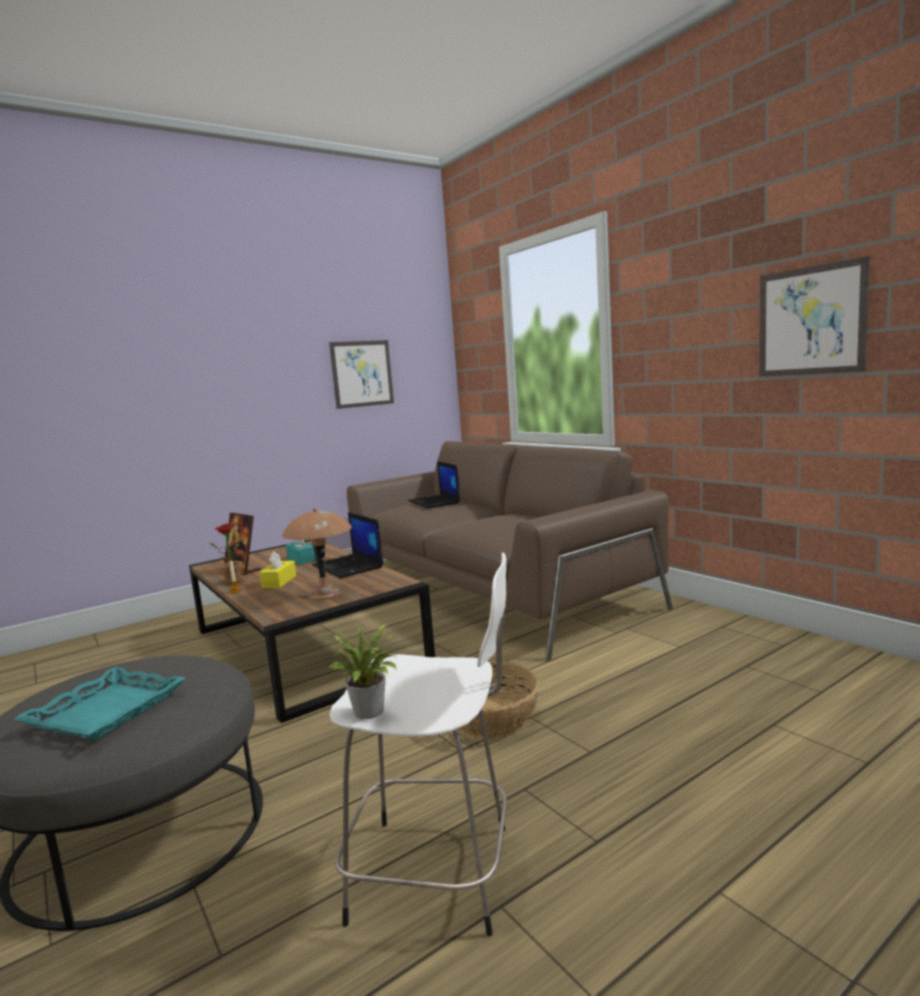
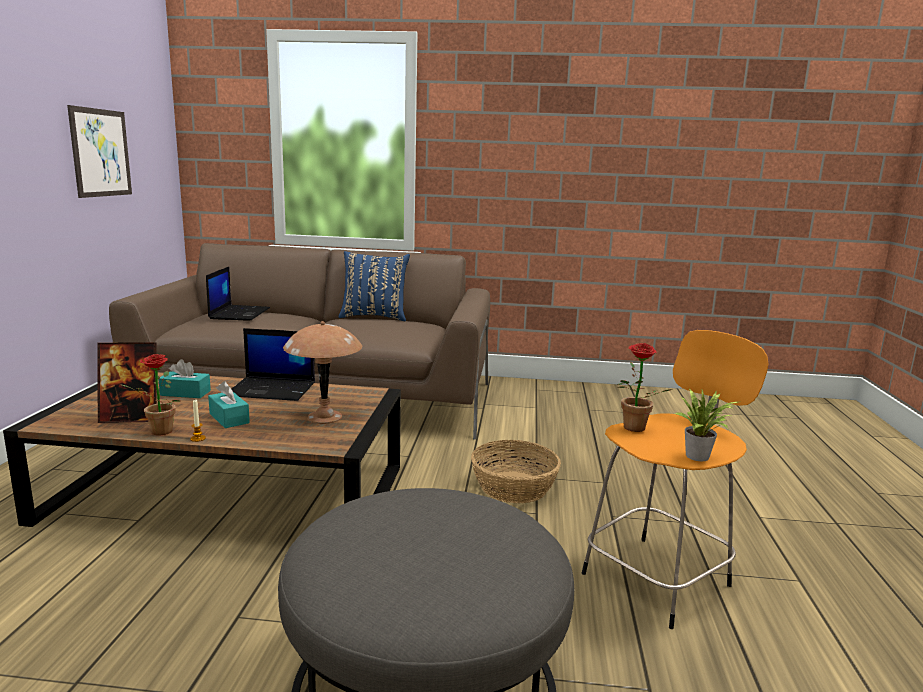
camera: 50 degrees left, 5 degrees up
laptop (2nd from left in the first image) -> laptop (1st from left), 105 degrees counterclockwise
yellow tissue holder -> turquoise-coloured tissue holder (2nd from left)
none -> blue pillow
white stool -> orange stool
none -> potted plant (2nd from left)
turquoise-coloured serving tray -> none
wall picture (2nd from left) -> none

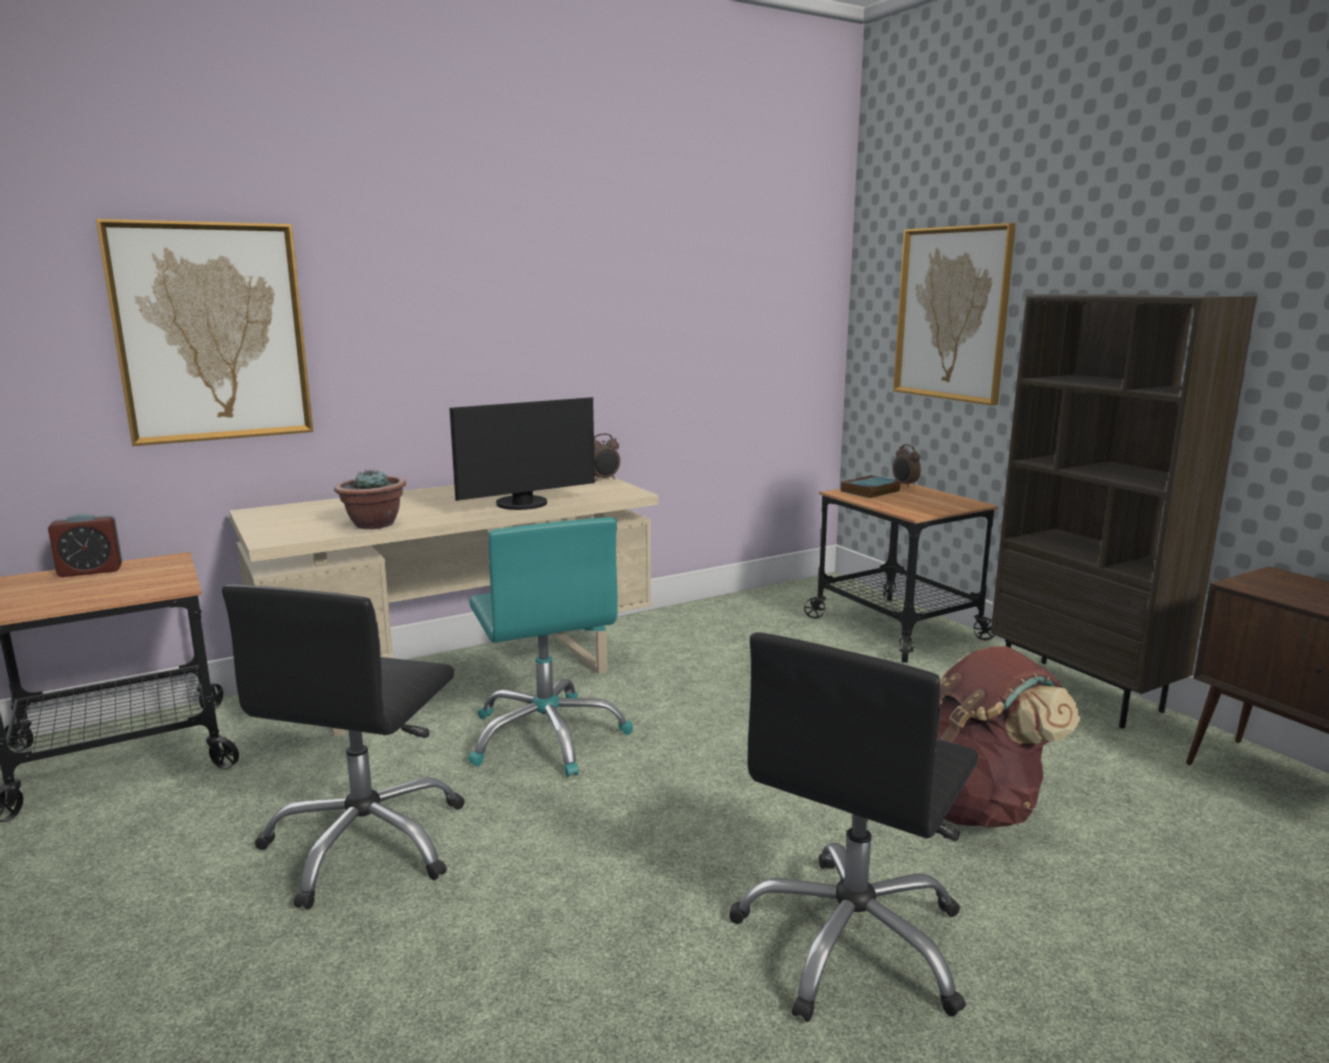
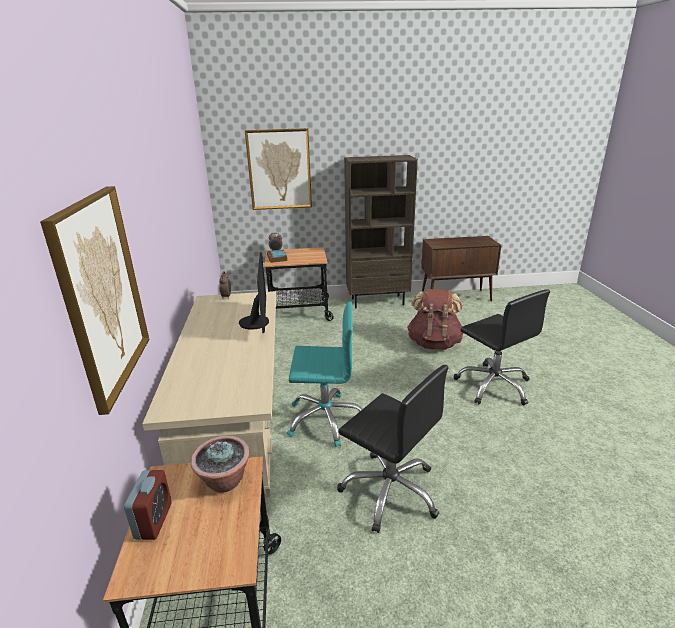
camera: 65 degrees left, 10 degrees up
potted plant, moved

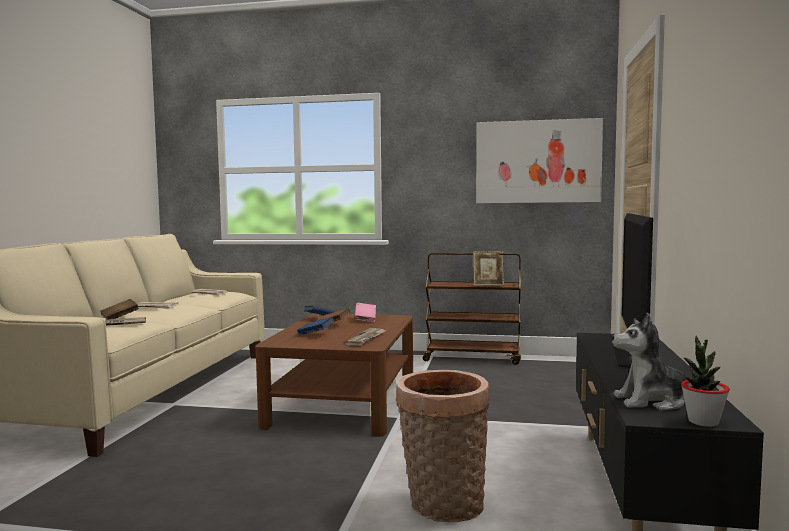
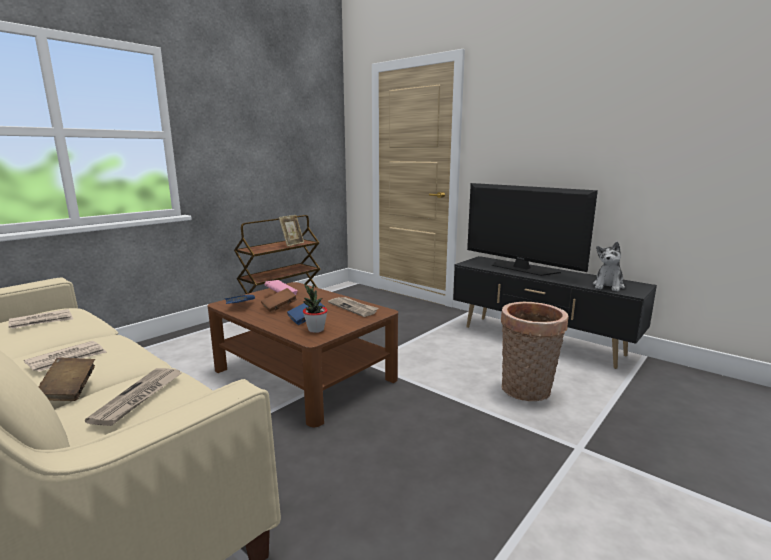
camera: 60 degrees left, 10 degrees up
potted plant, moved
wall picture -> none

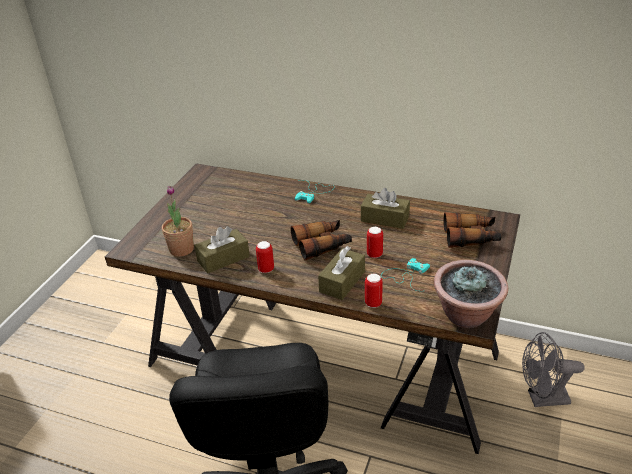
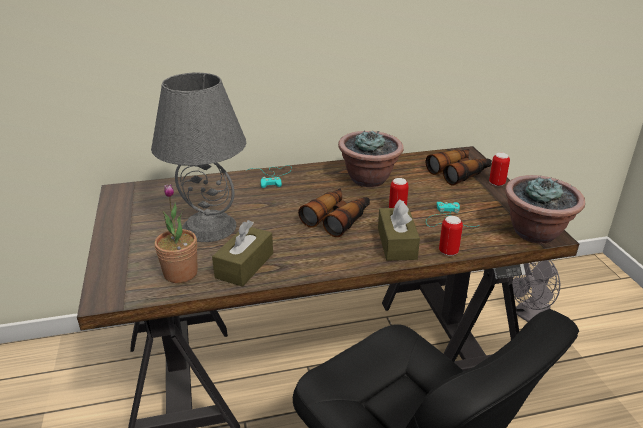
camera: 35 degrees left, 5 degrees down
none -> grey lamp for a table
brown tissue holder (3rd from left) -> potted plant (2nd from left)
can (1st from left in the first image) -> can (3rd from left), moved

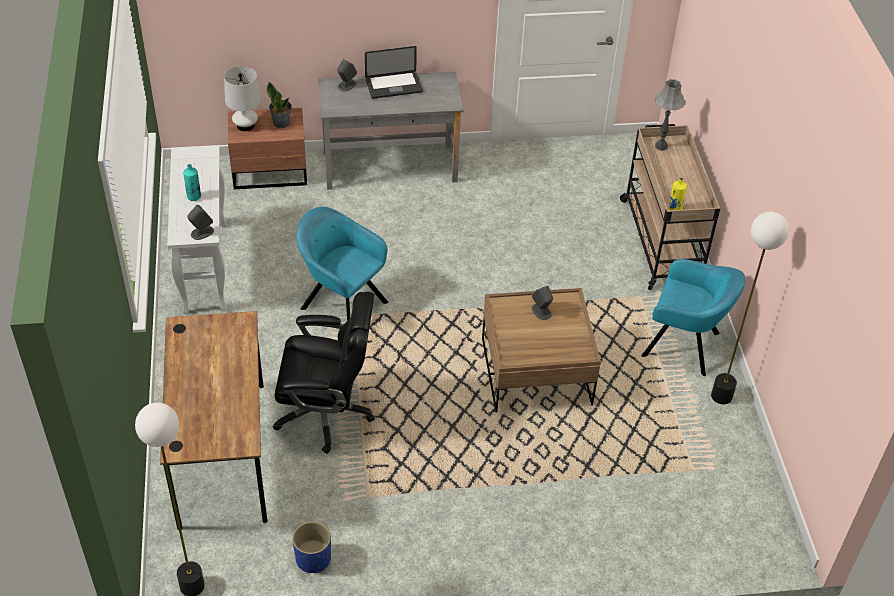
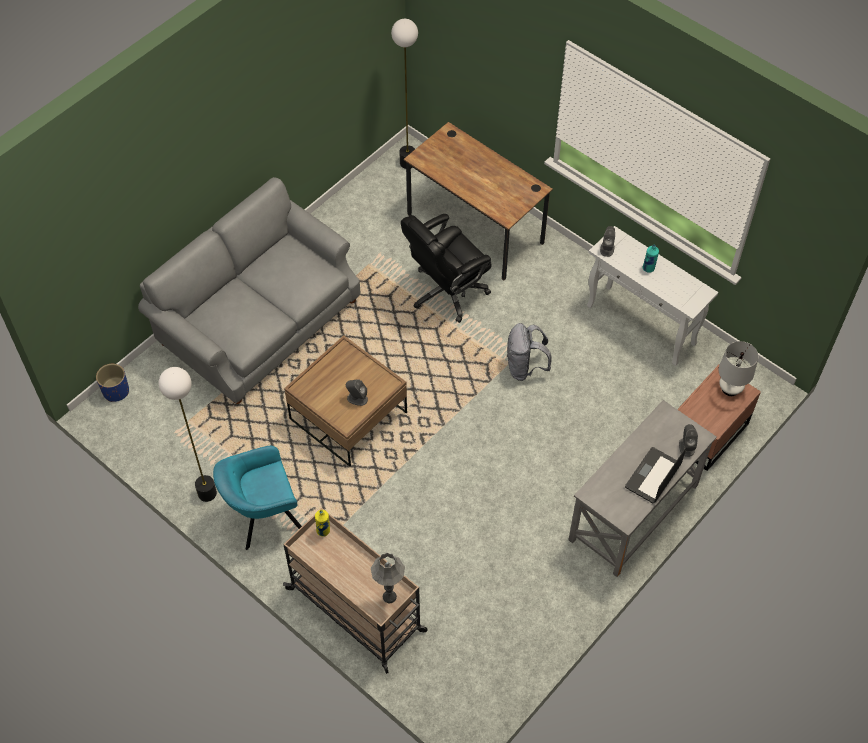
camera: 140 degrees right, 10 degrees up
blue planter, moved
none -> grey settee
turquoise-coloured easy chair (1st from left) -> grey backpack
potted plant -> none

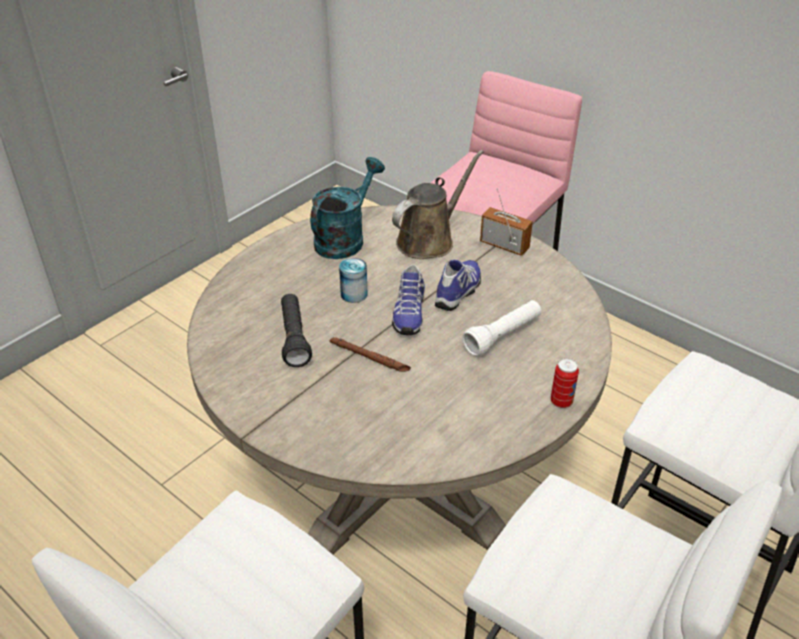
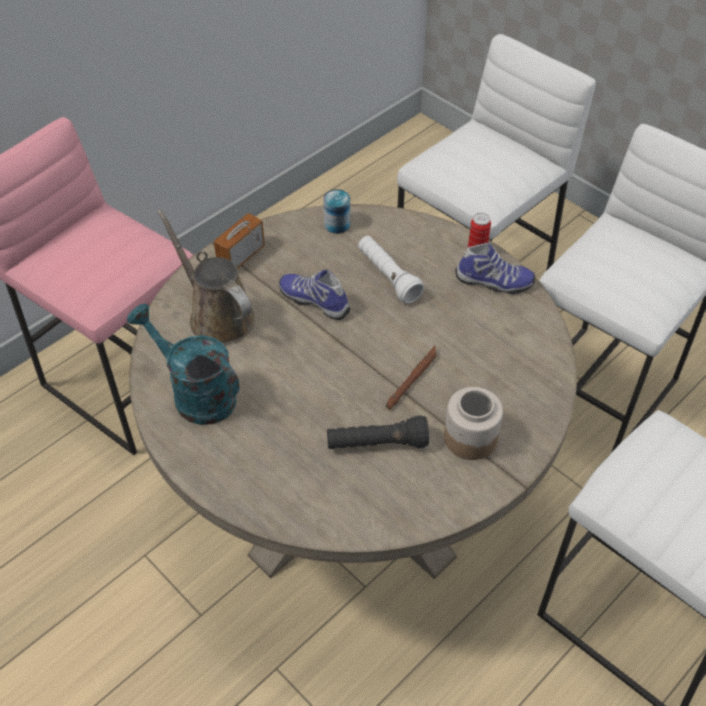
camera: 85 degrees left, 10 degrees up
can (1st from left), moved
none -> jar
shoe (1st from left in the first image) -> shoe (2nd from left), moved

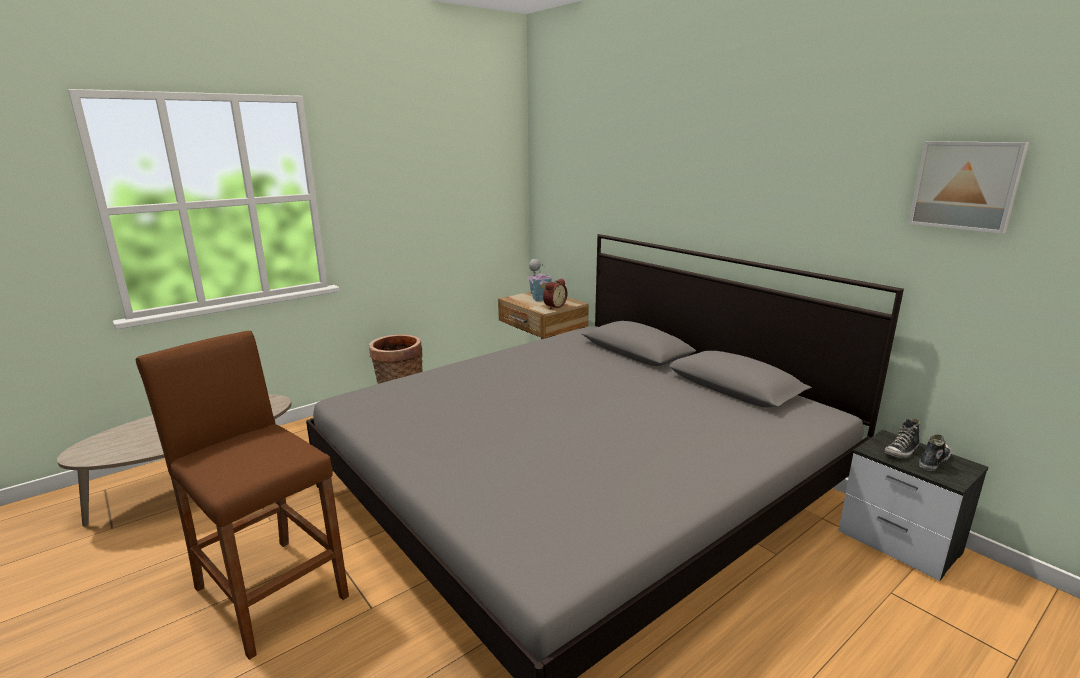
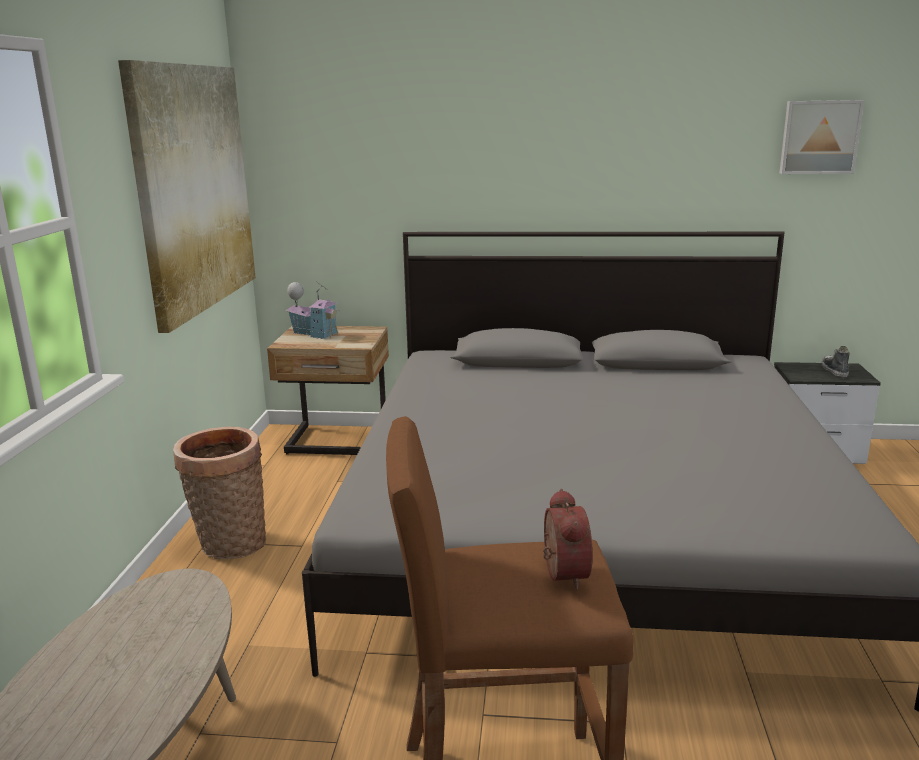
camera: 45 degrees left, 0 degrees up
none -> wall picture (1st from left)
alarm clock, moved
shoe (1st from left) -> none

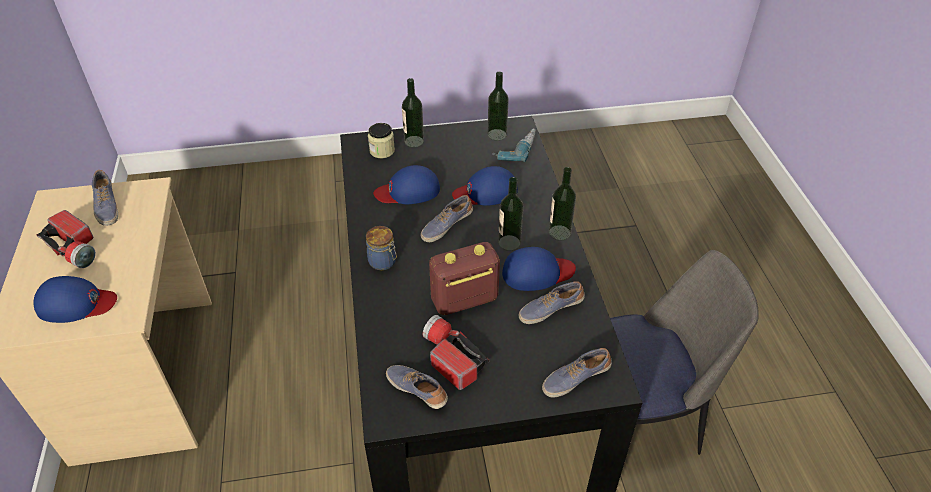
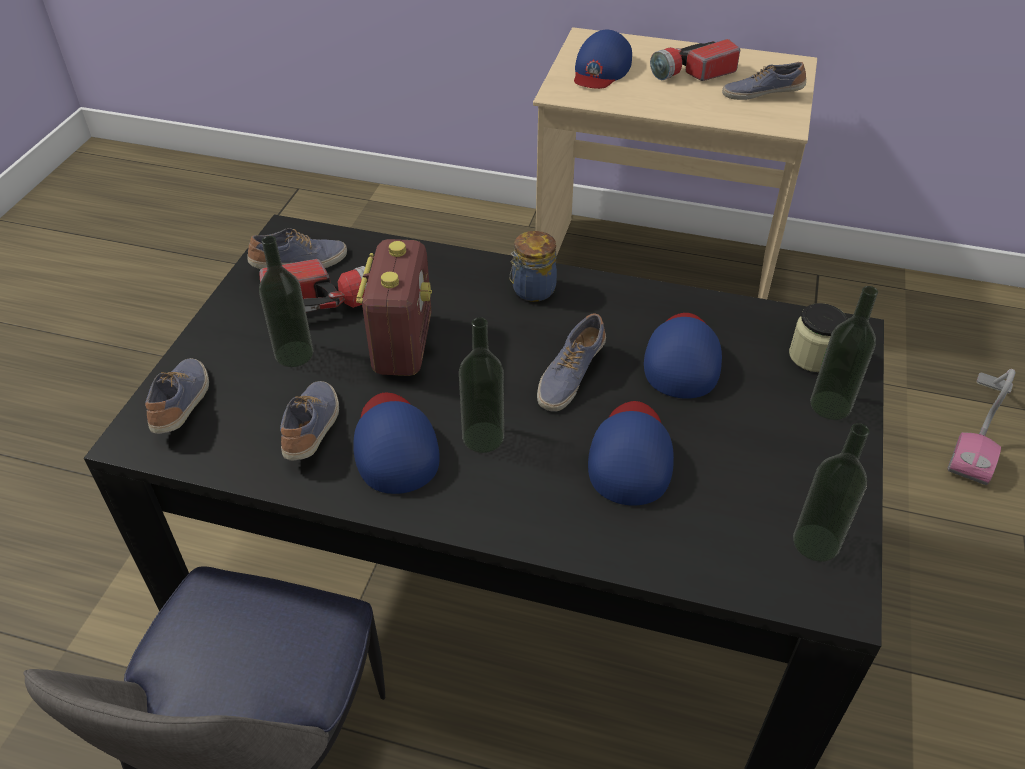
camera: 115 degrees right, 0 degrees up
bottle (4th from left in the first image) -> bottle (1st from left), moved
blue cap (4th from left in the first image) -> blue cap (1st from left), 150 degrees clockwise
shoe (3rd from left in the first image) -> shoe (4th from left), 135 degrees counterclockwise
none -> hoover
power drill -> none

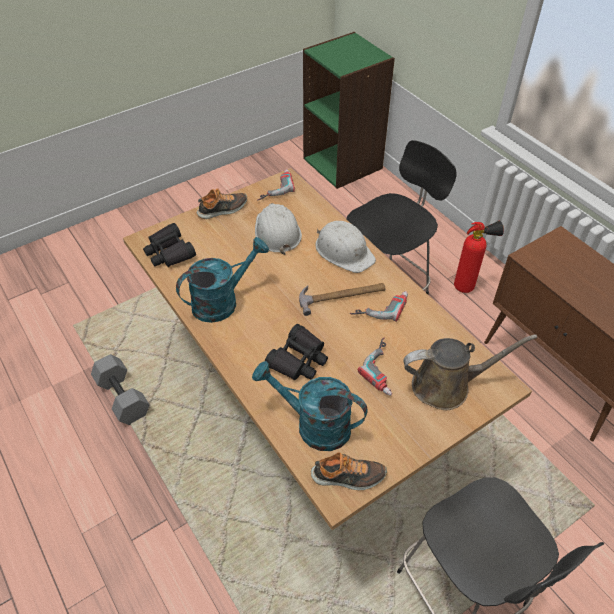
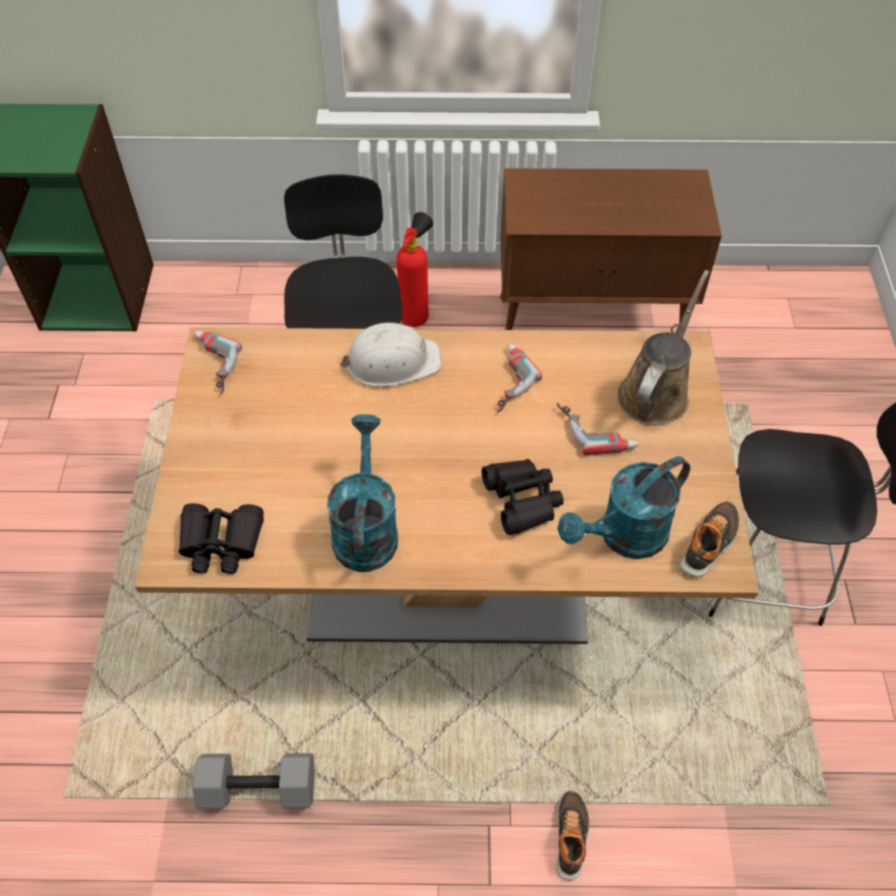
camera: 55 degrees left, 5 degrees up
shoe (1st from left), moved
white safety helmet (1st from left) -> none
tool hammer -> none

